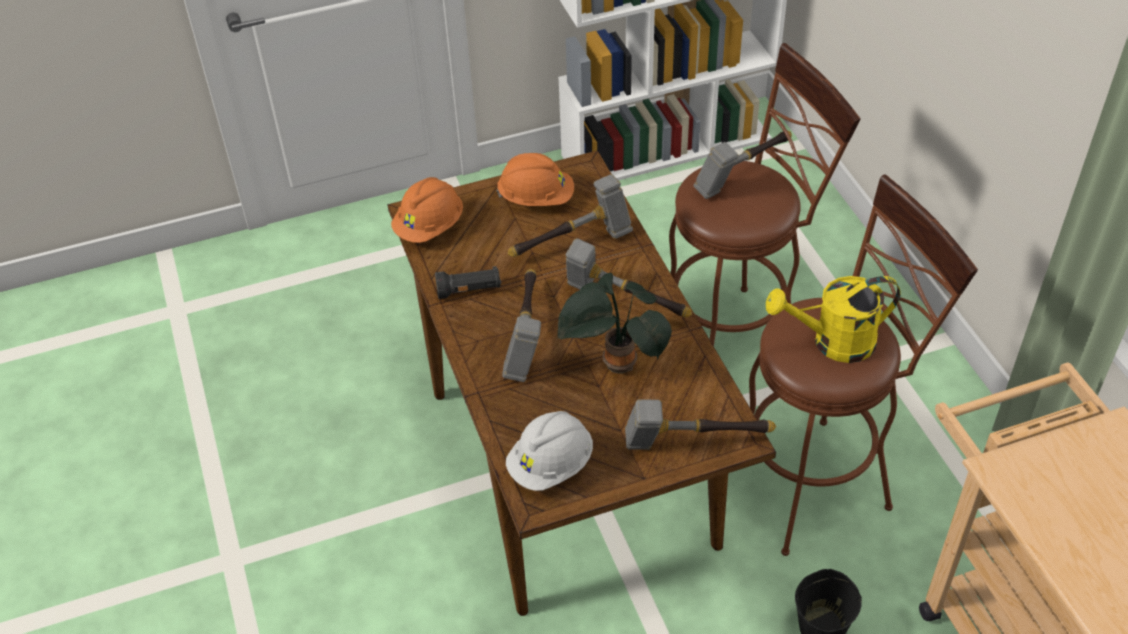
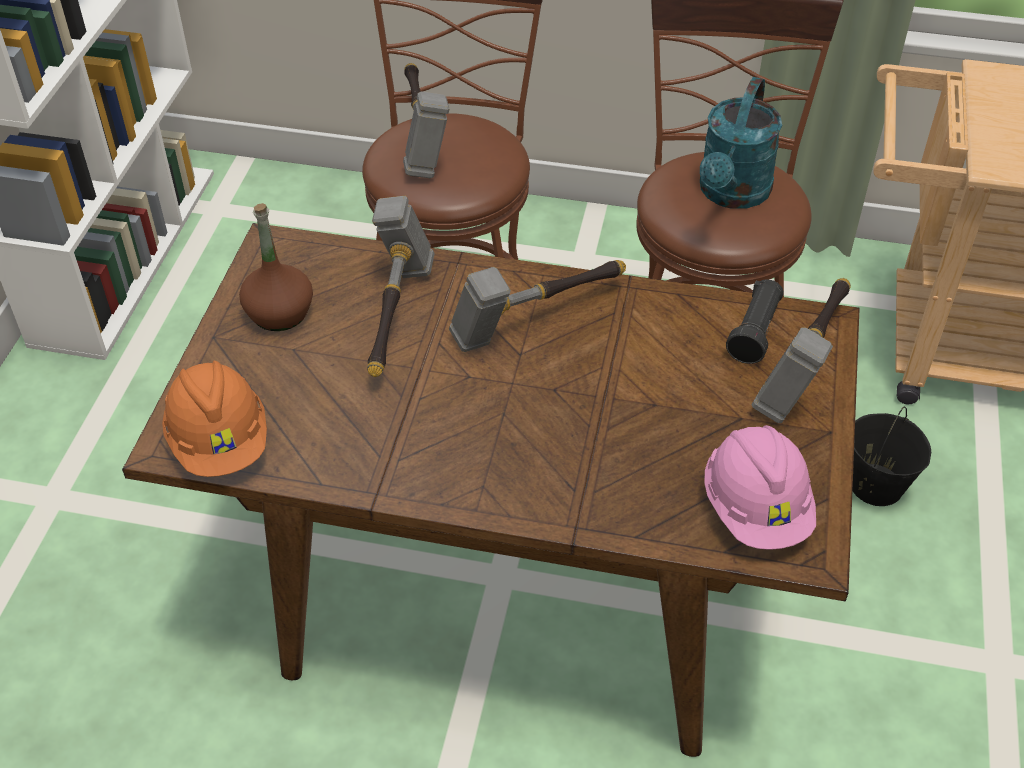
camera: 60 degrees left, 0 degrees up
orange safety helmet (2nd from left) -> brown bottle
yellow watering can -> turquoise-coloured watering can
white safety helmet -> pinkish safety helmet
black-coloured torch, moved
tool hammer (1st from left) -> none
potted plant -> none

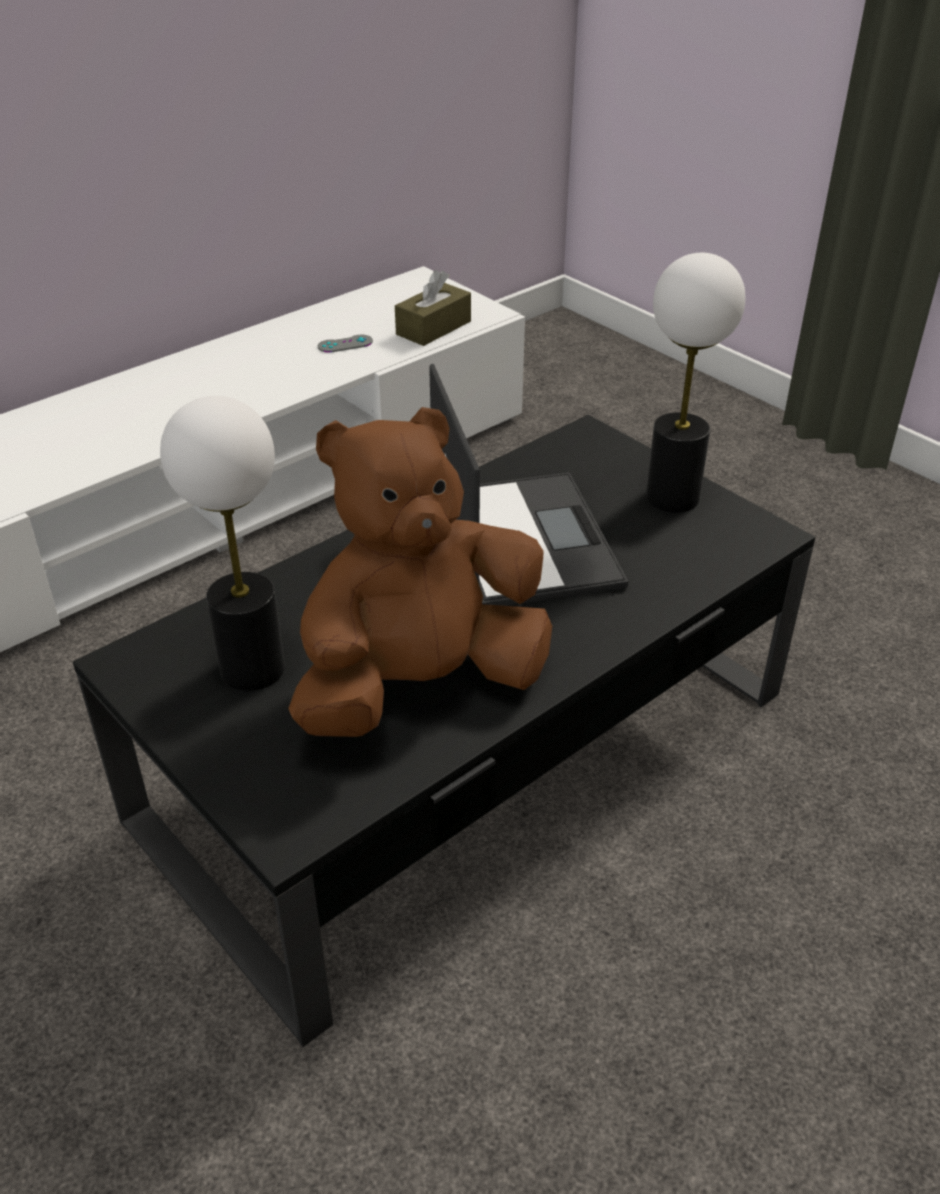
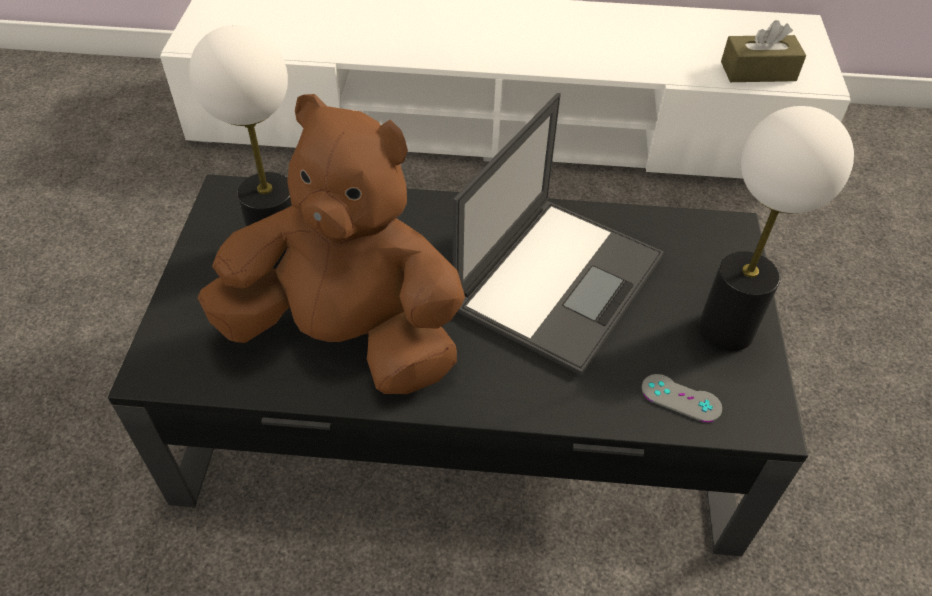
camera: 45 degrees right, 10 degrees up
grey joypad, moved

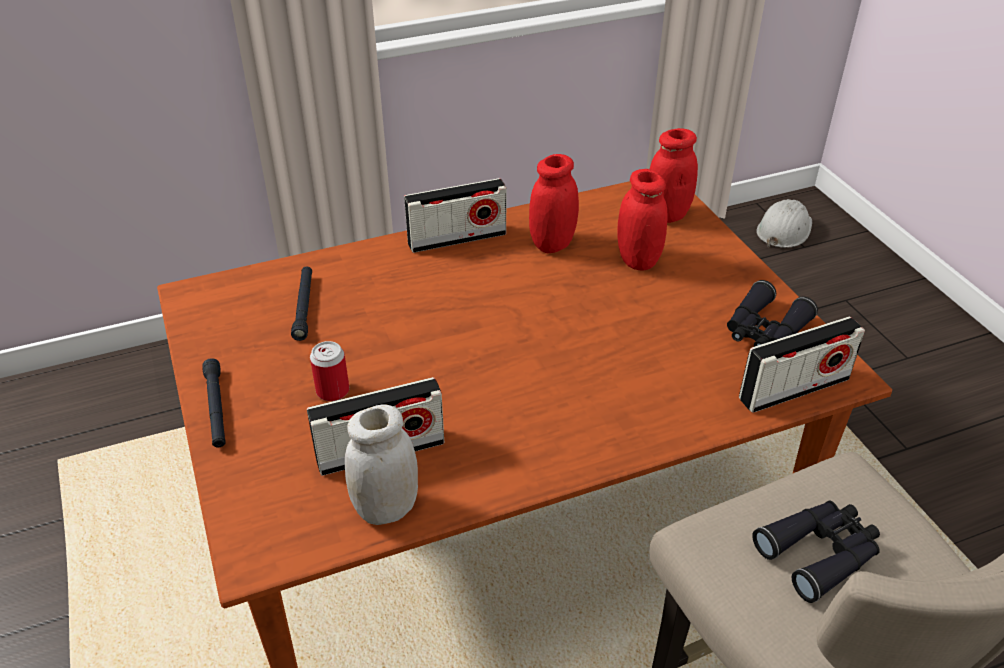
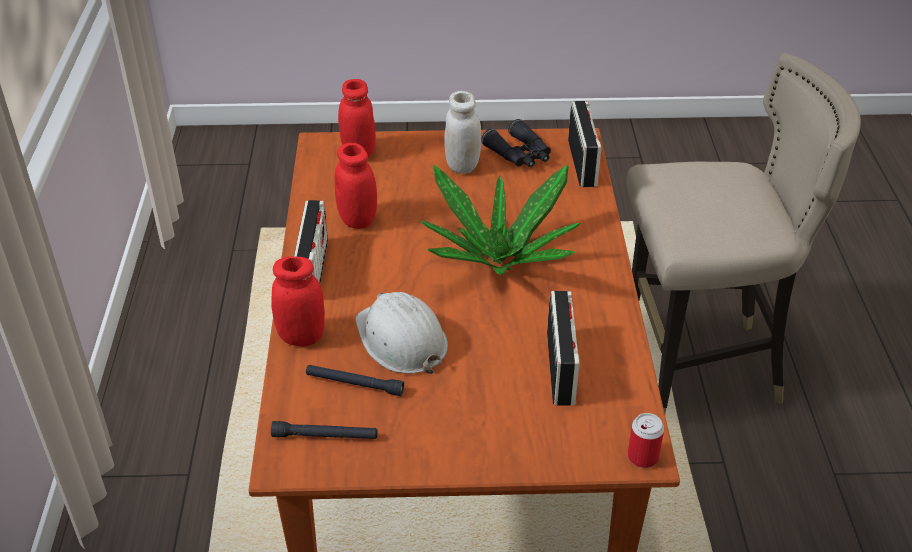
camera: 70 degrees left, 0 degrees up
reddish jar (2nd from left in the first image) -> reddish jar (1st from left), moved
black-coloured torch (1st from left), moved
white safety helmet, moved
none -> potted plant
white jar, moved
can, moved
black-coloured binoculars (2nd from left) -> none

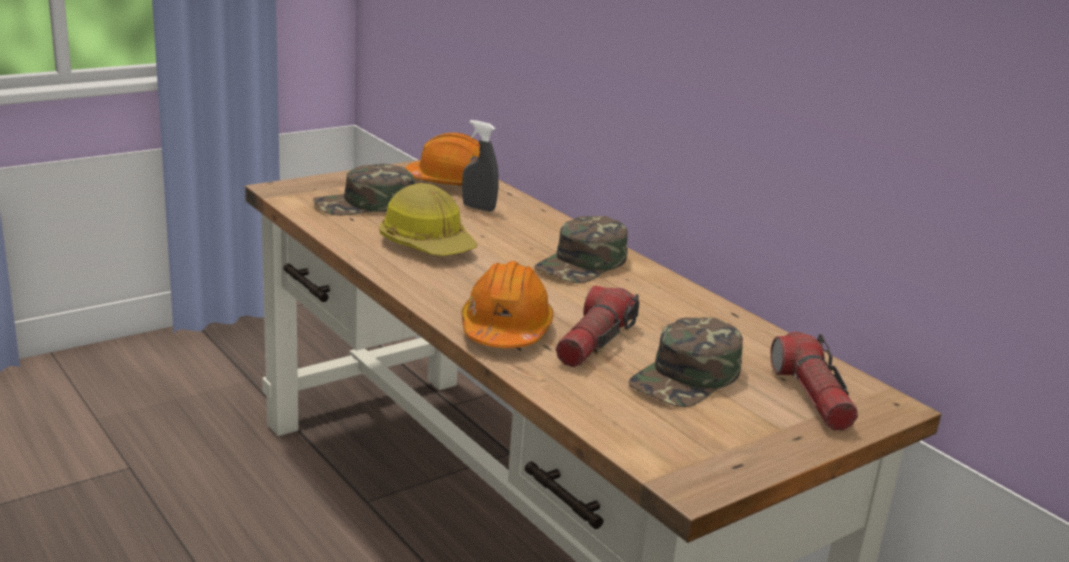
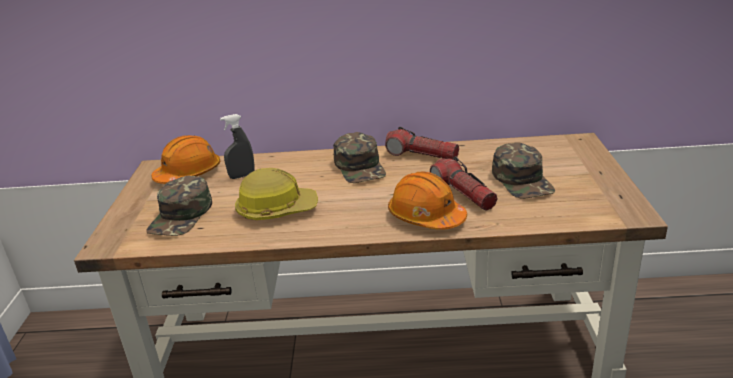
camera: 50 degrees left, 5 degrees up
torch (2nd from left in the first image) -> torch (1st from left), moved

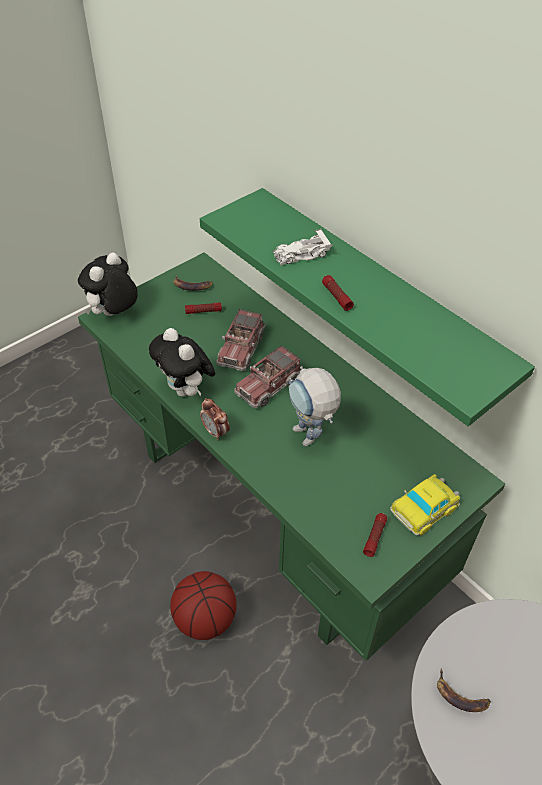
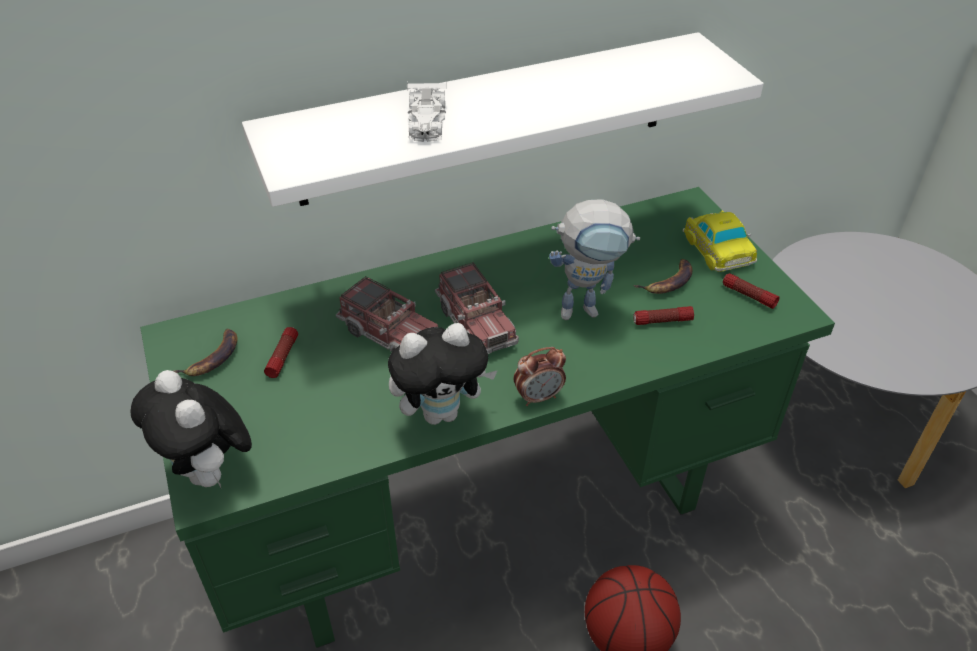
camera: 70 degrees left, 5 degrees down
green shelf -> white shelf
torch (2nd from left), moved
whole banana (2nd from left), moved

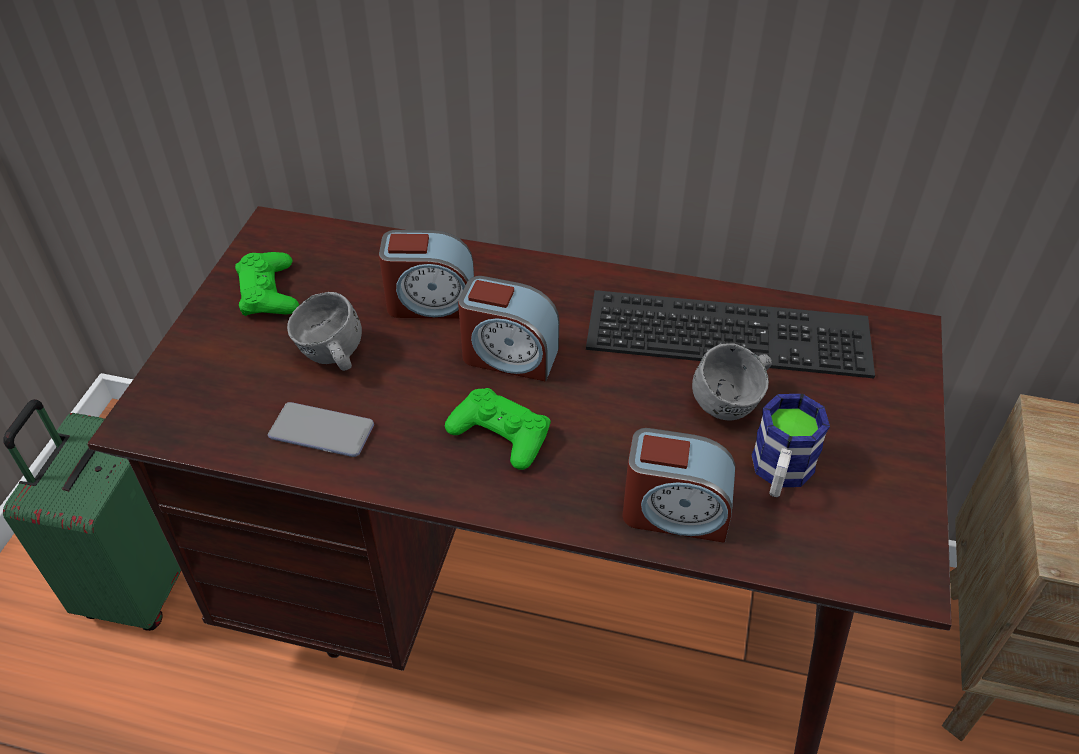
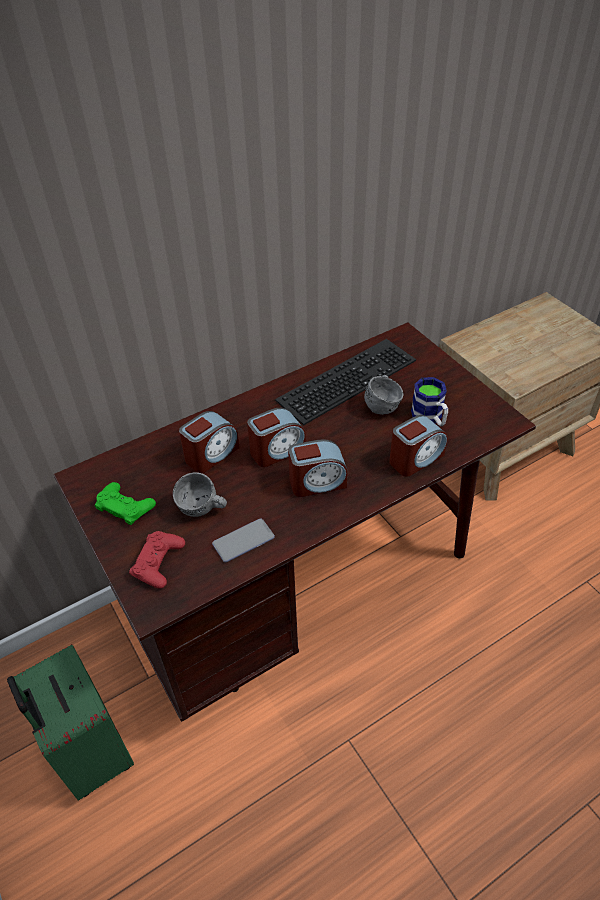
camera: 45 degrees left, 0 degrees up
none -> reddish joypad
green joypad (2nd from left) -> alarm clock (3rd from left)

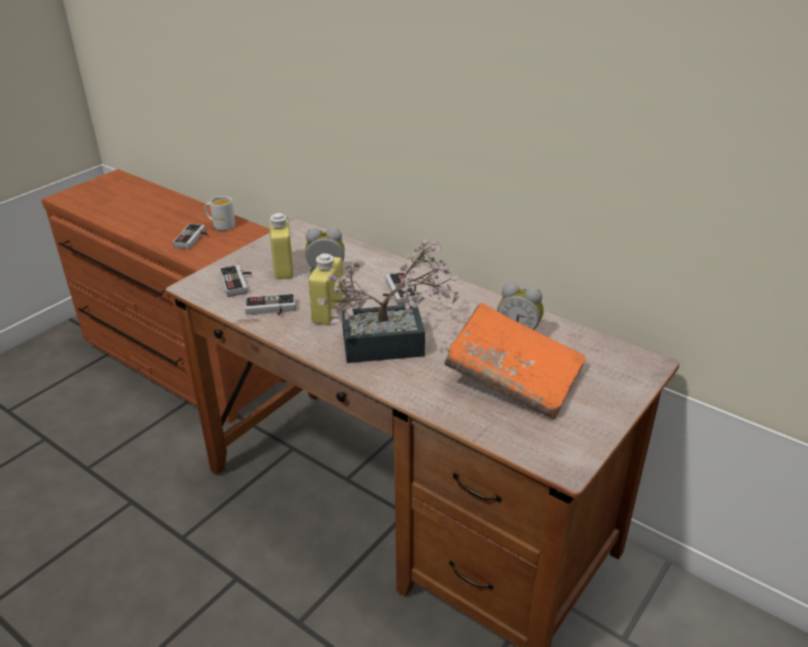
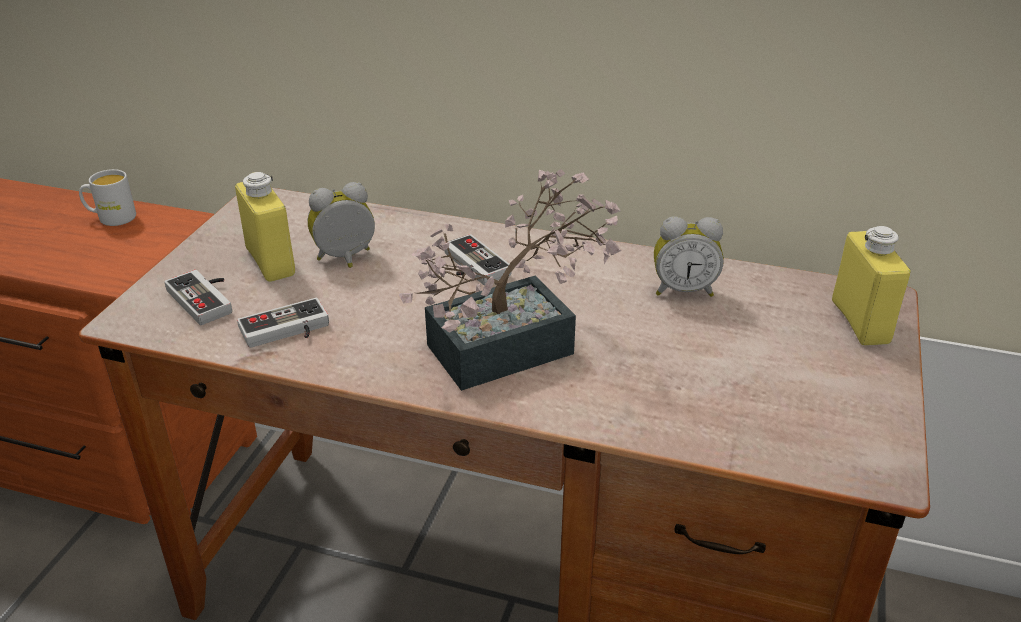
camera: 20 degrees left, 0 degrees up
yellow bottle (2nd from left), moved
joypad (1st from left) -> none
orange book -> none

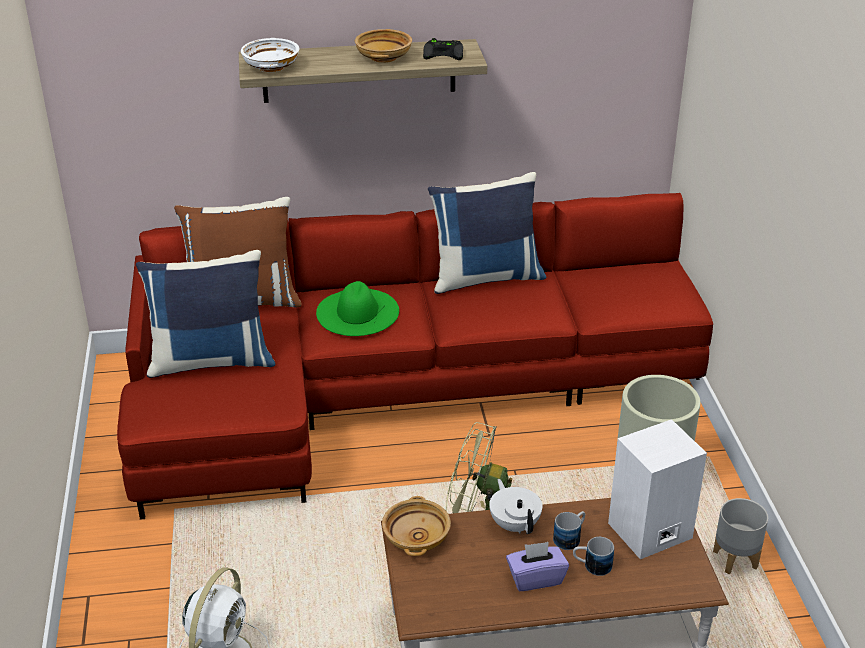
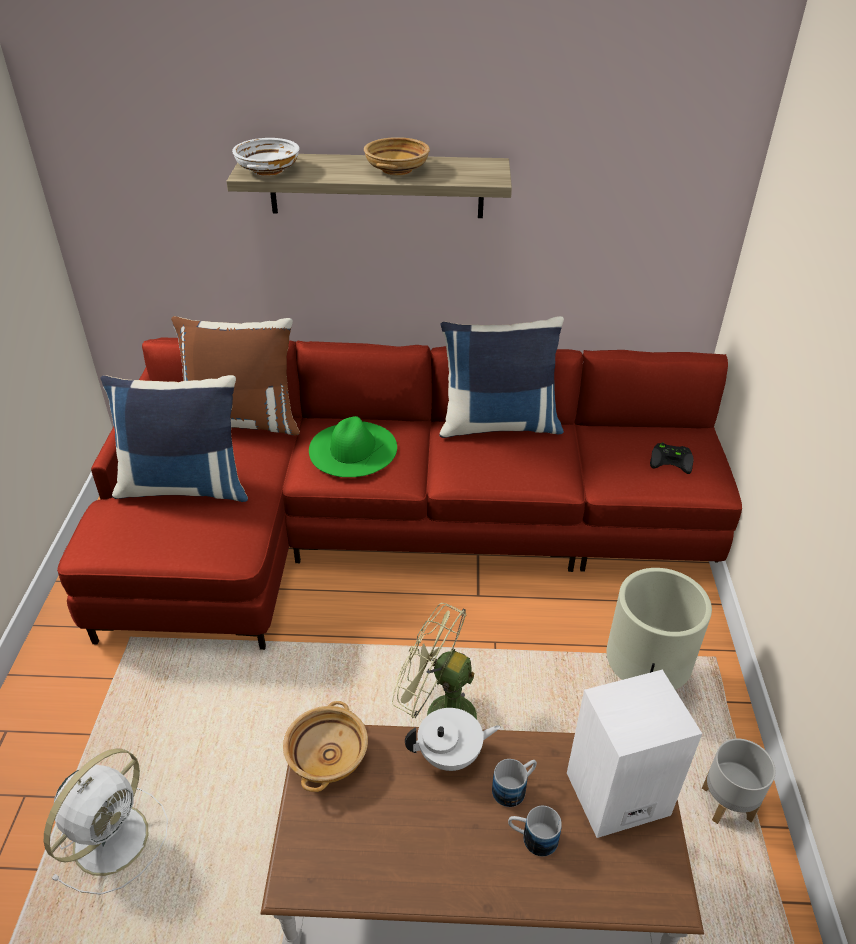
camera: 10 degrees right, 5 degrees up
white teapot, 90 degrees clockwise
black-coloured joypad, moved
purple tissue holder -> none

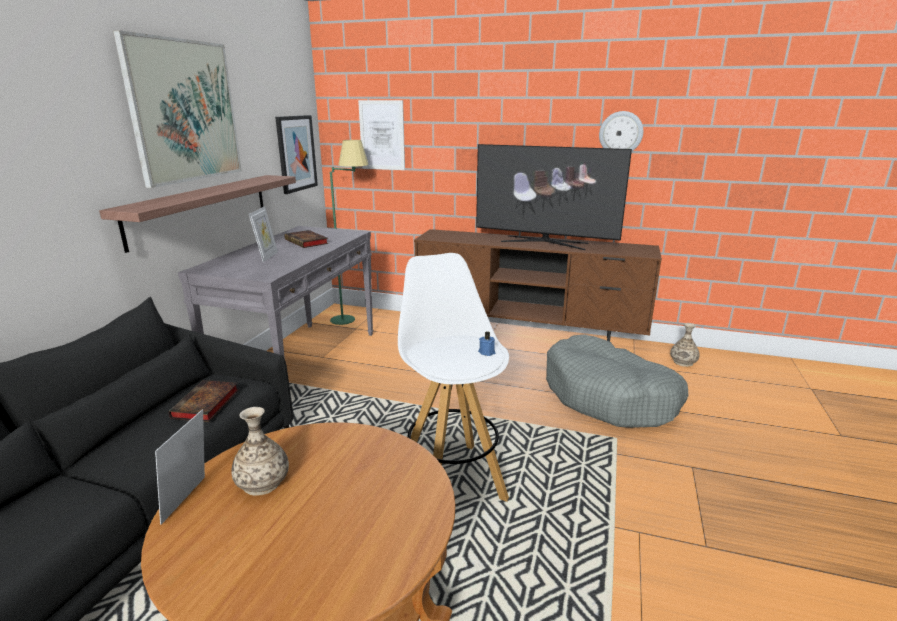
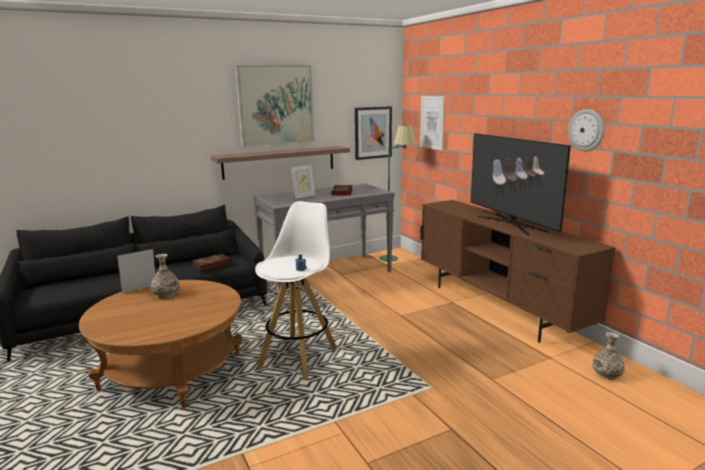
camera: 45 degrees right, 5 degrees down
grey pet bed -> none

